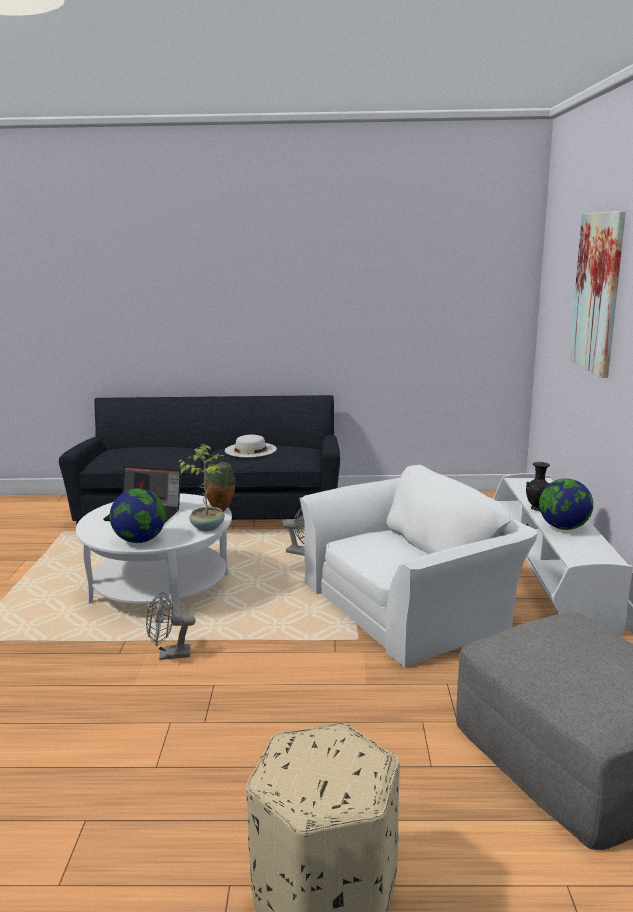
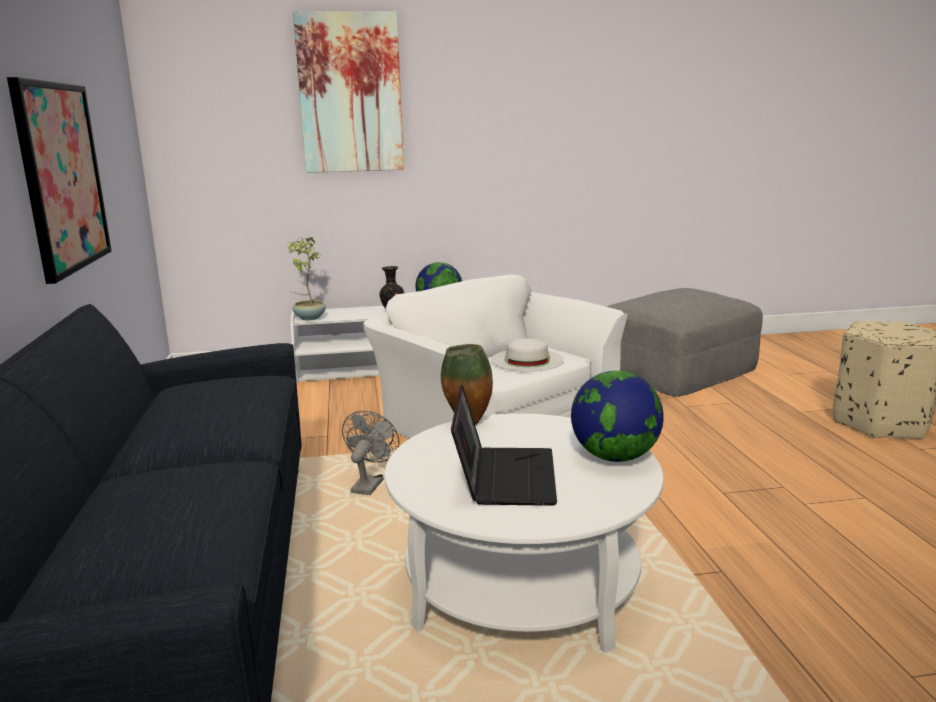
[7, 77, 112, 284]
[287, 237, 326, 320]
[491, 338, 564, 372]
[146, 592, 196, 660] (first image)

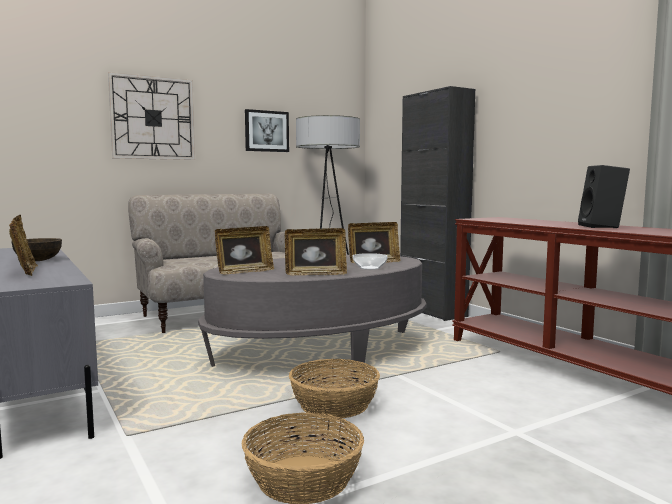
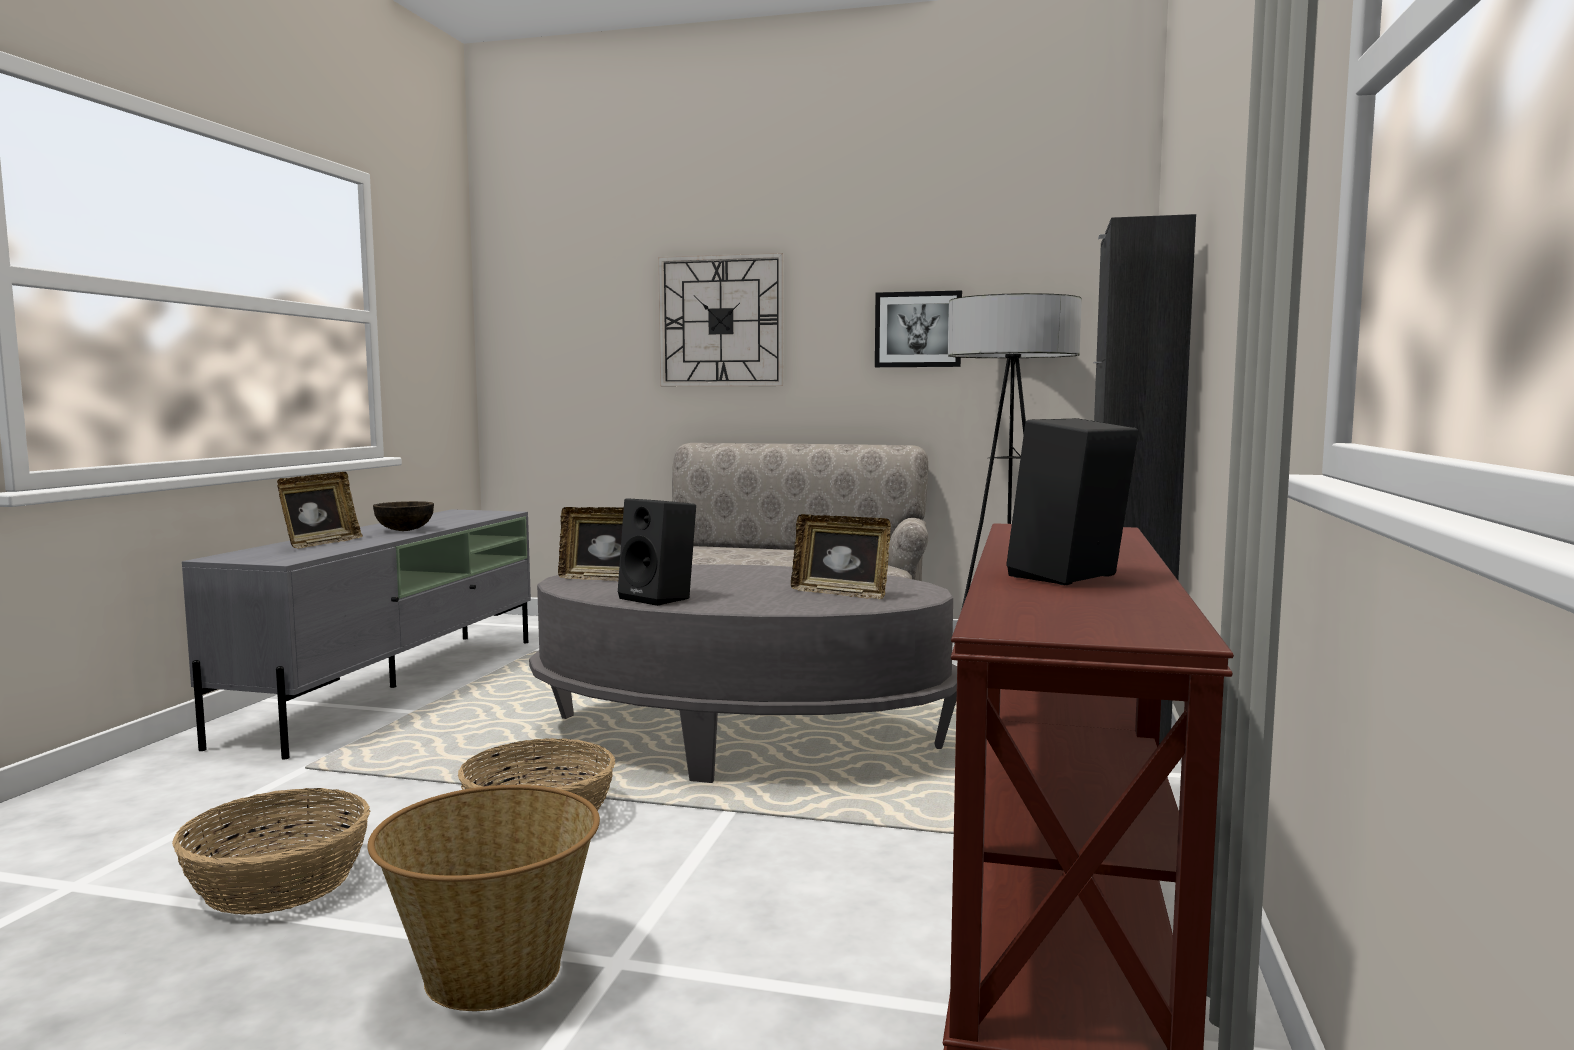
[367, 785, 600, 1011]
[618, 498, 696, 606]
[353, 253, 388, 270] (first image)

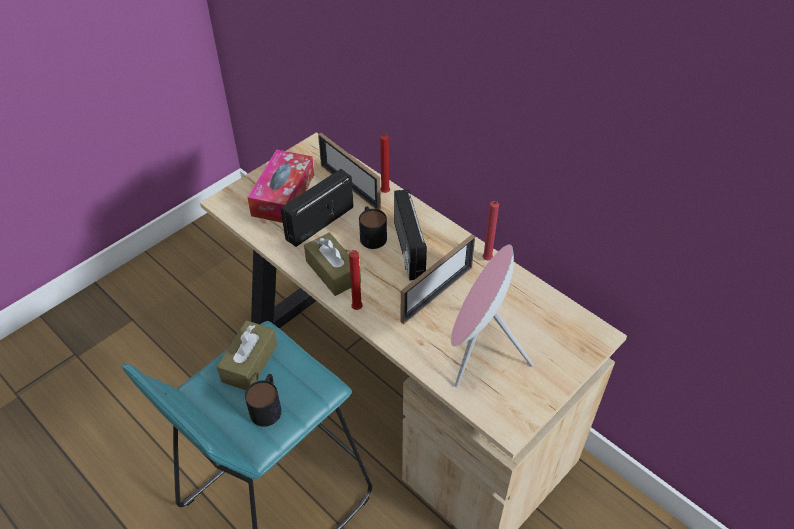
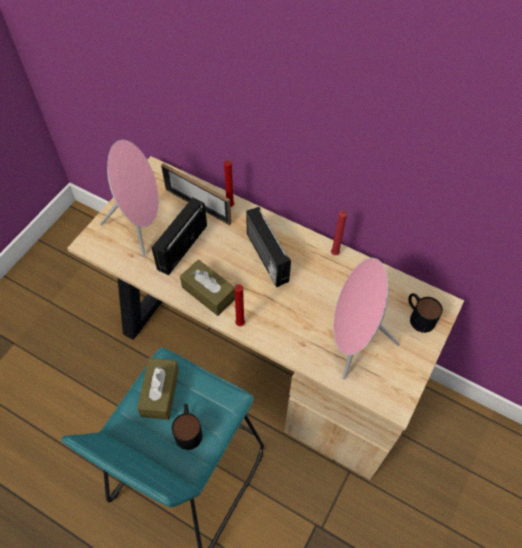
[100, 140, 159, 257]
[408, 293, 443, 333]
[401, 234, 475, 324] (first image)

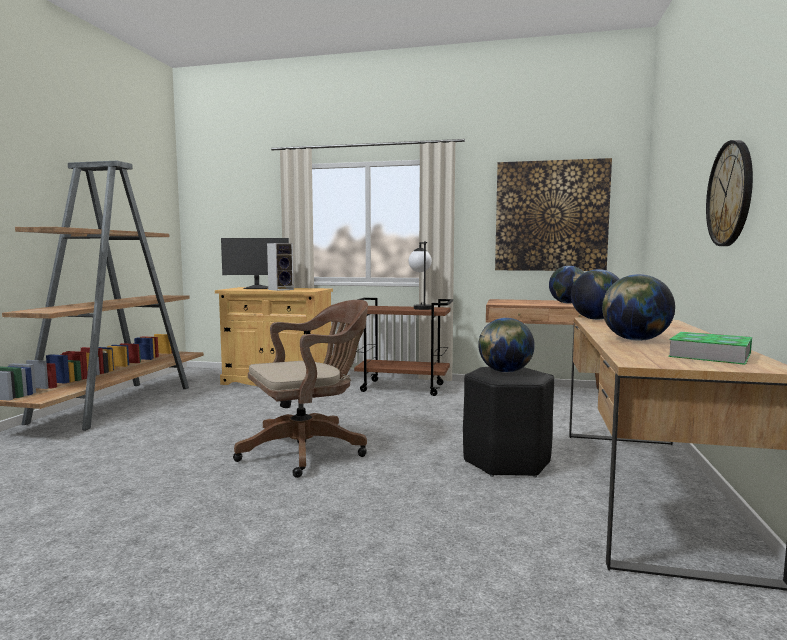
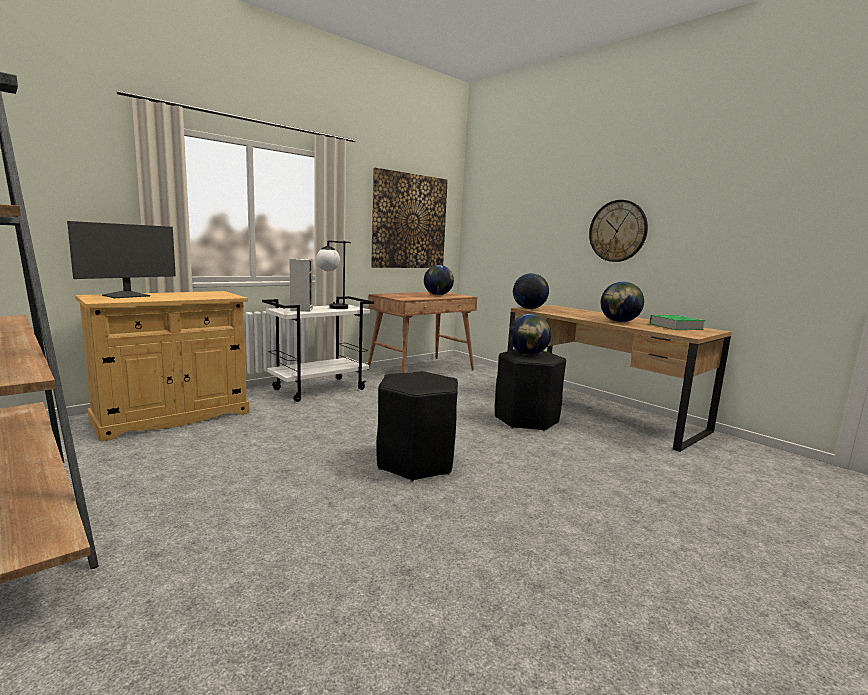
[262, 296, 374, 402]
[289, 259, 313, 312]
[376, 371, 458, 482]

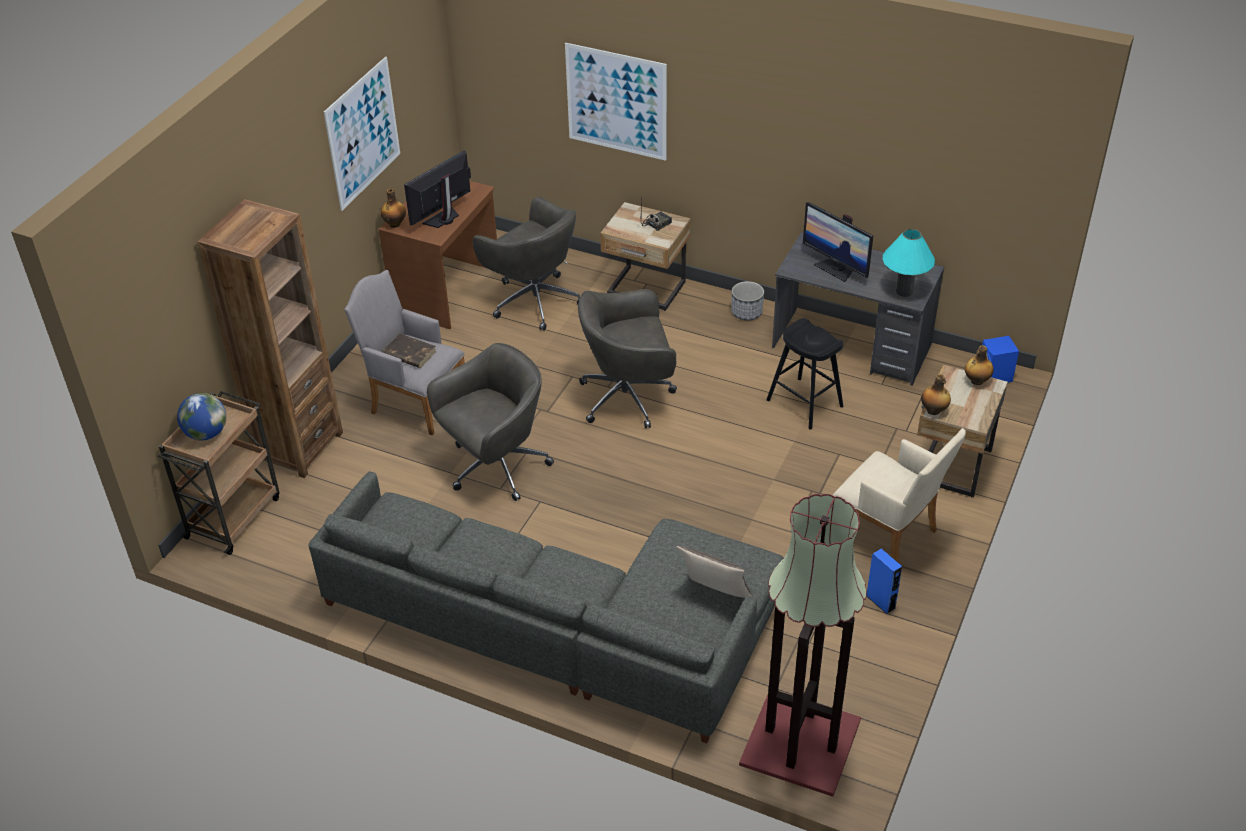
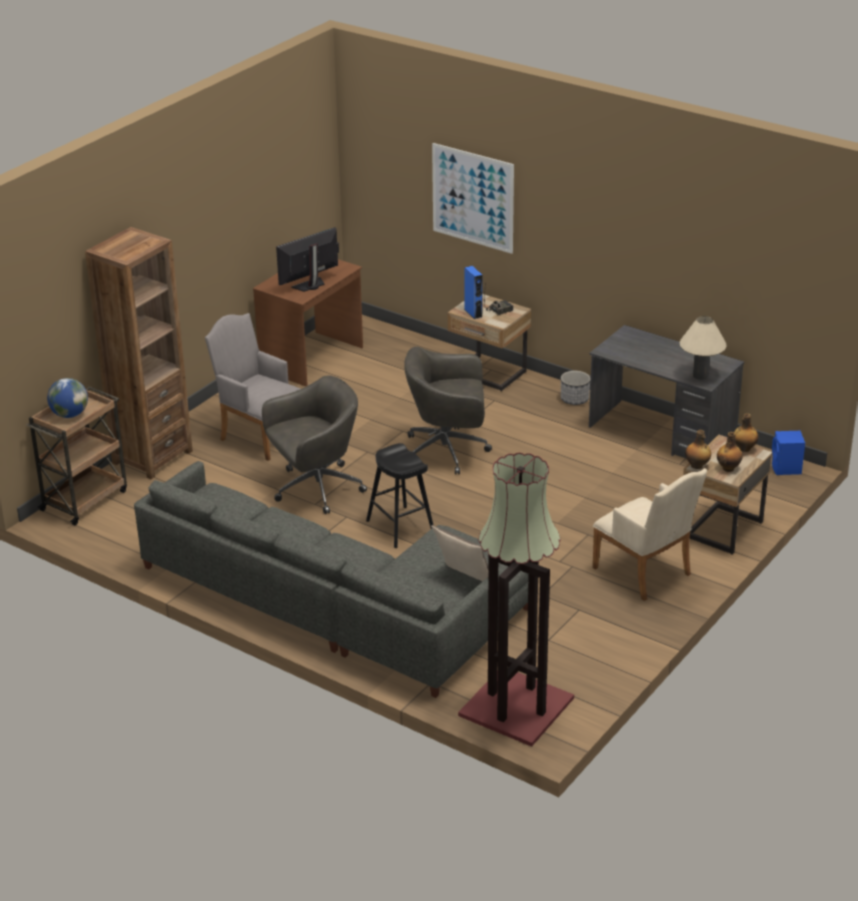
[366, 443, 433, 548]
[464, 266, 483, 319]
[679, 316, 727, 380]
[717, 432, 743, 472]
[324, 57, 400, 211] (first image)
[382, 333, 437, 368] (first image)
[472, 197, 580, 331] (first image)
[803, 202, 873, 282] (first image)

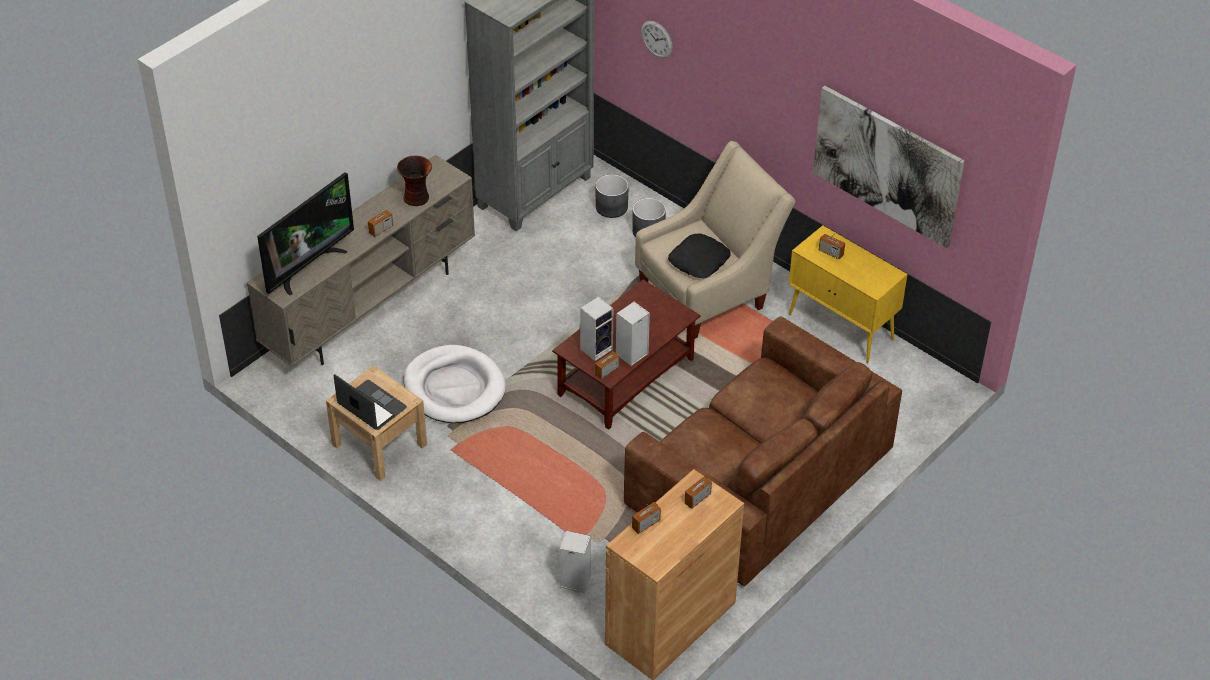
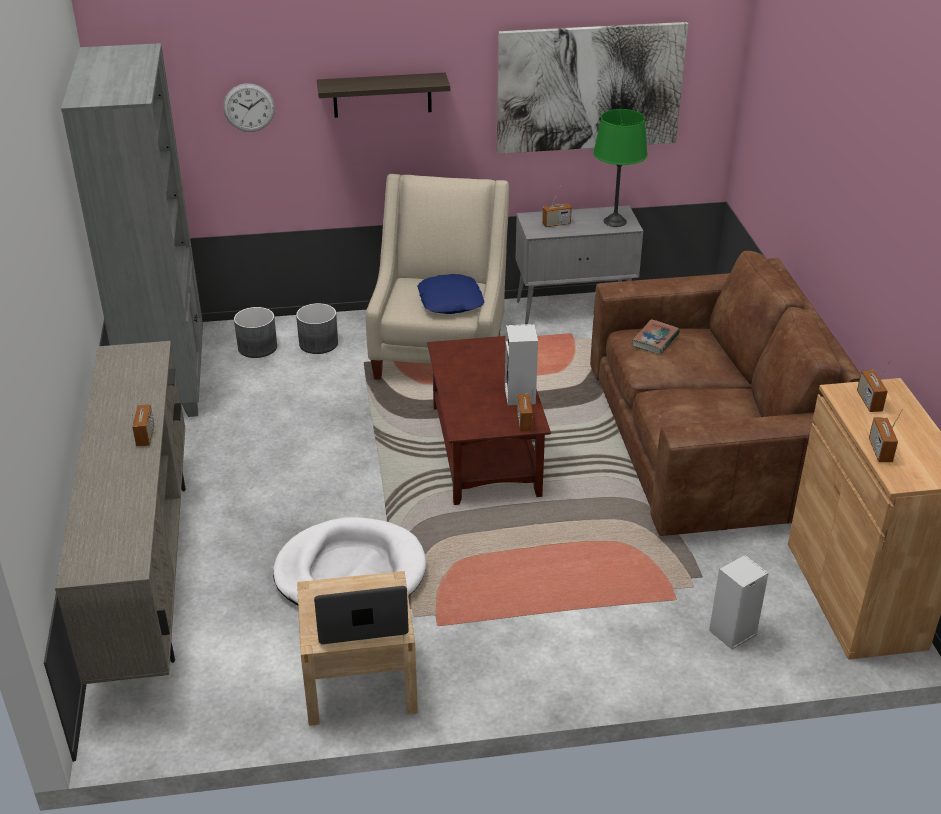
[317, 73, 450, 118]
[417, 274, 484, 314]
[516, 206, 643, 324]
[593, 109, 648, 227]
[632, 319, 680, 354]
[257, 172, 354, 296] (first image)
[397, 155, 432, 206] (first image)
[580, 296, 613, 361] (first image)

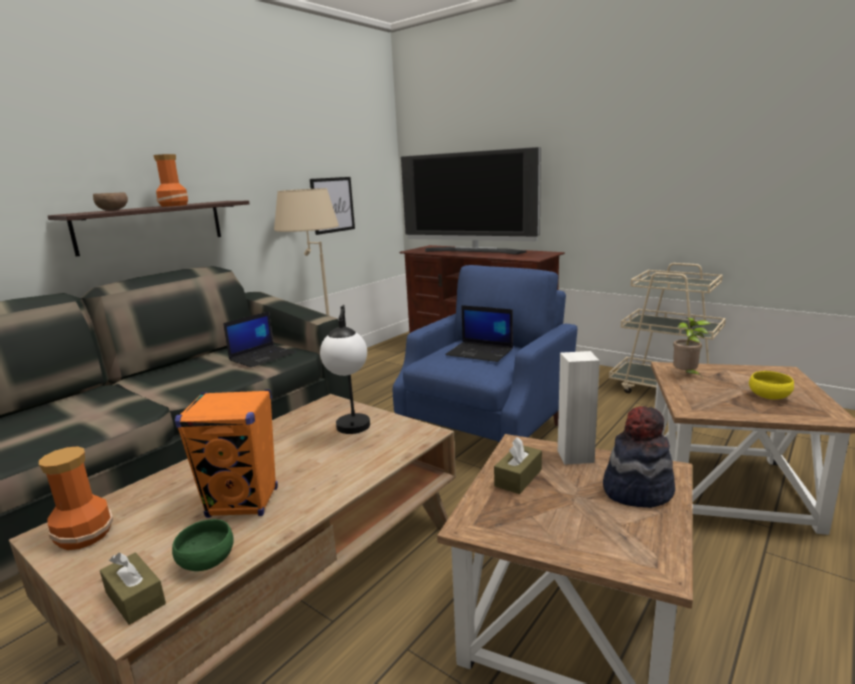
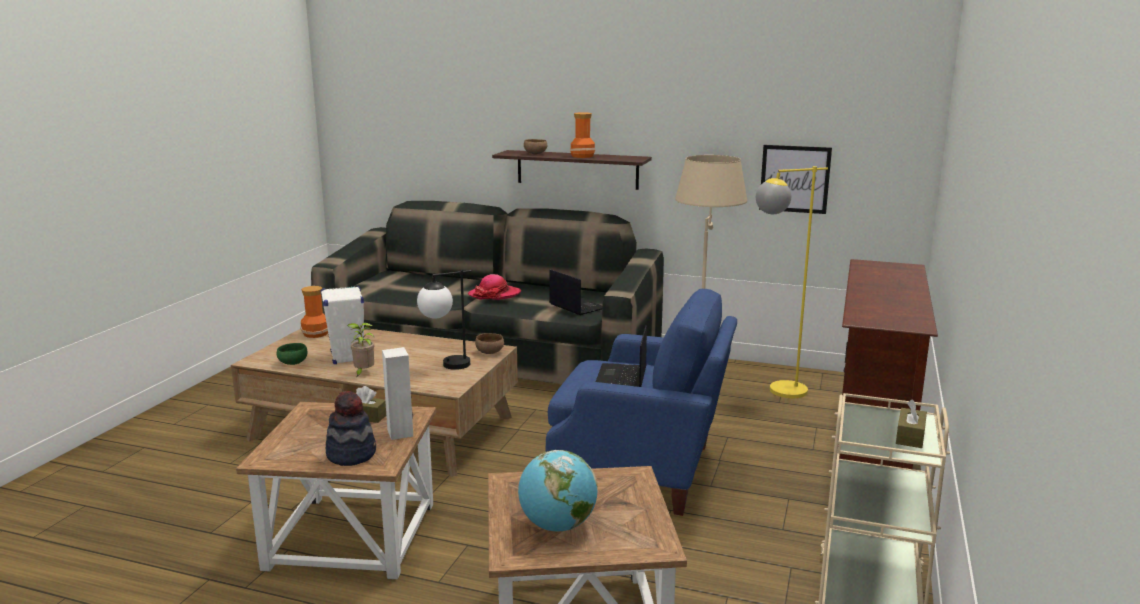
[321, 286, 364, 364]
[347, 322, 374, 378]
[468, 274, 521, 300]
[475, 333, 504, 354]
[518, 450, 597, 532]
[549, 269, 602, 315]
[756, 166, 828, 398]
[896, 399, 927, 448]
[401, 147, 541, 255] (first image)

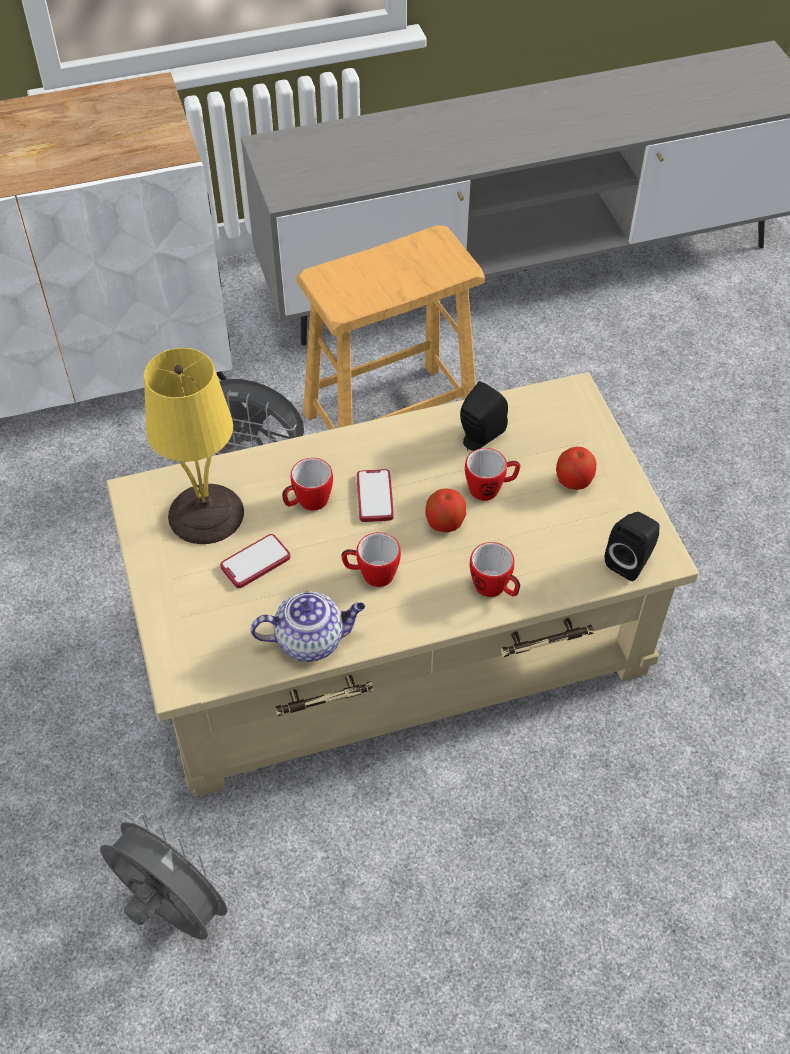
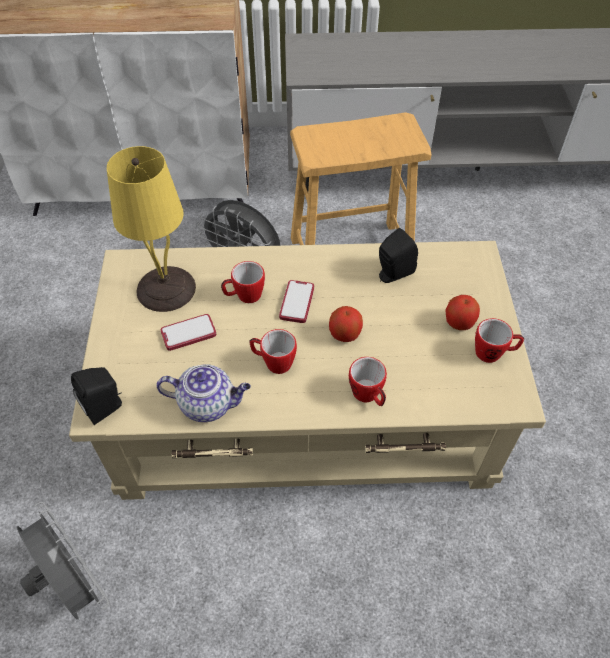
[71, 367, 122, 425]
[475, 318, 524, 363]

